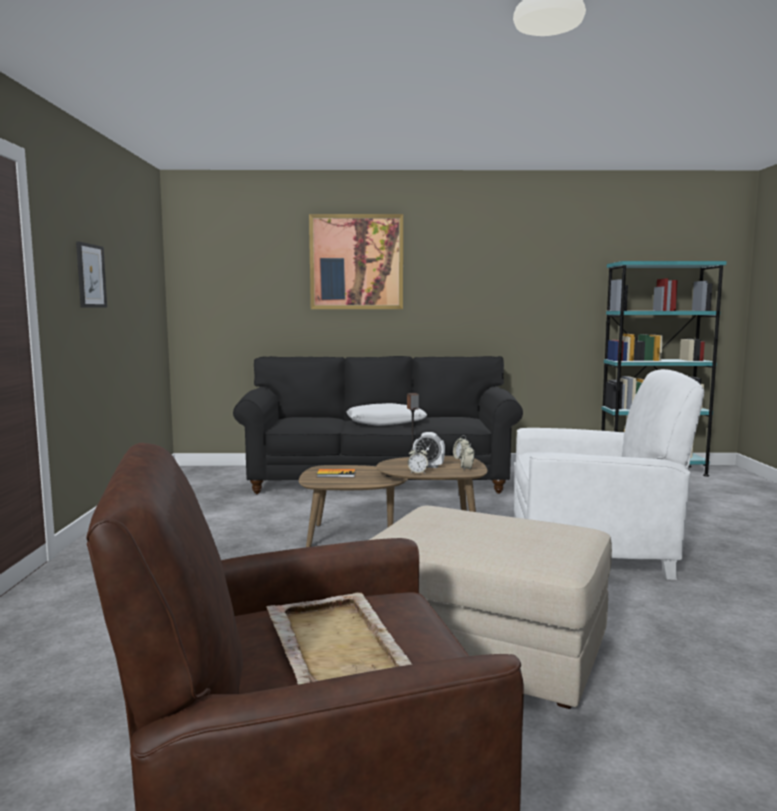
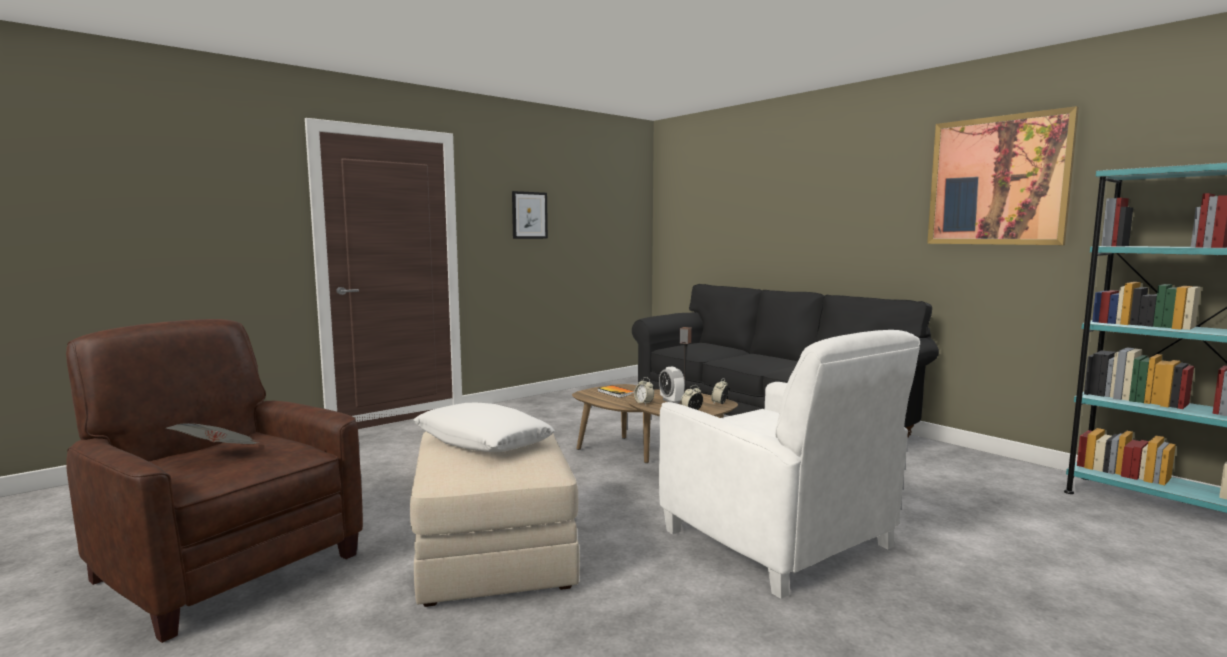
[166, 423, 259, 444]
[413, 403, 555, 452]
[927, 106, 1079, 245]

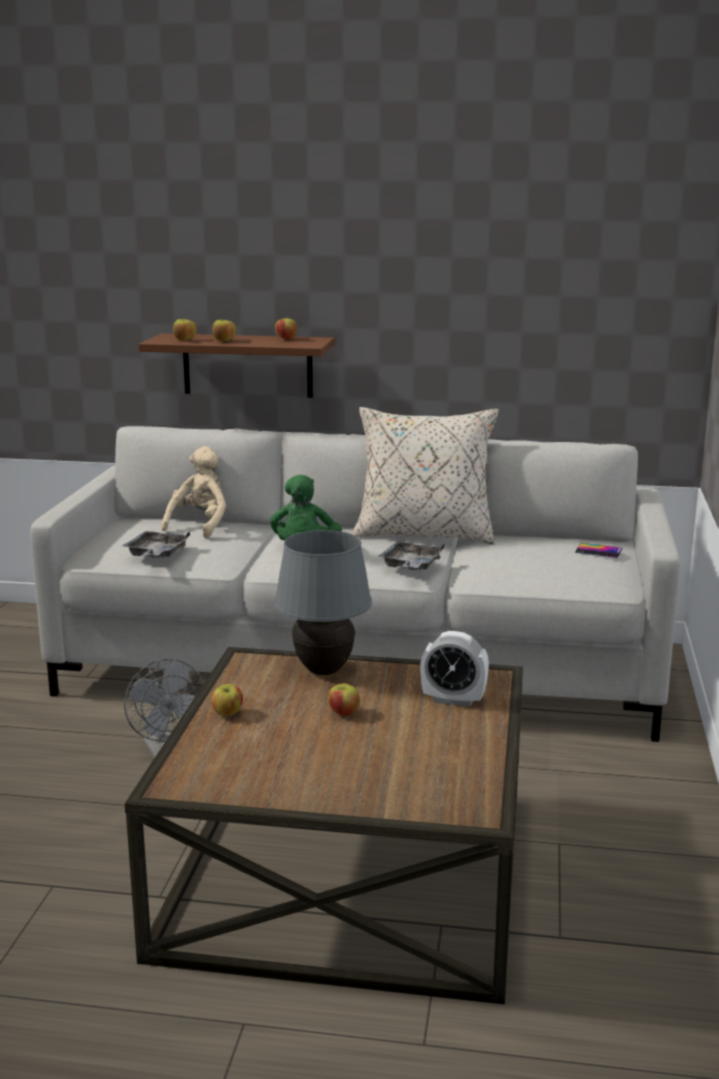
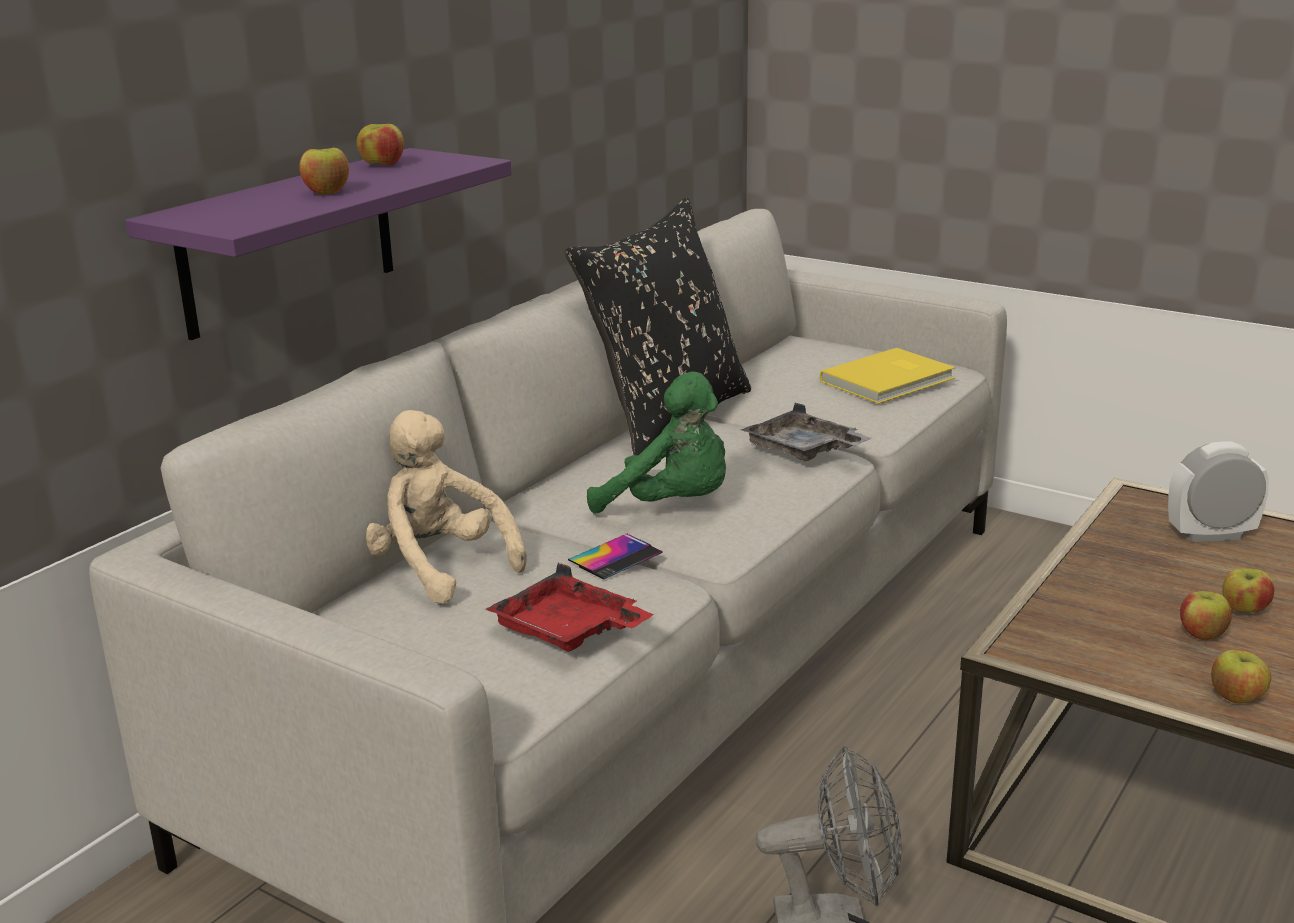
[125, 148, 512, 340]
[486, 563, 654, 652]
[565, 197, 751, 455]
[568, 534, 663, 580]
[820, 348, 956, 404]
[1168, 442, 1269, 542]
[1180, 591, 1232, 640]
[274, 530, 372, 675] (first image)

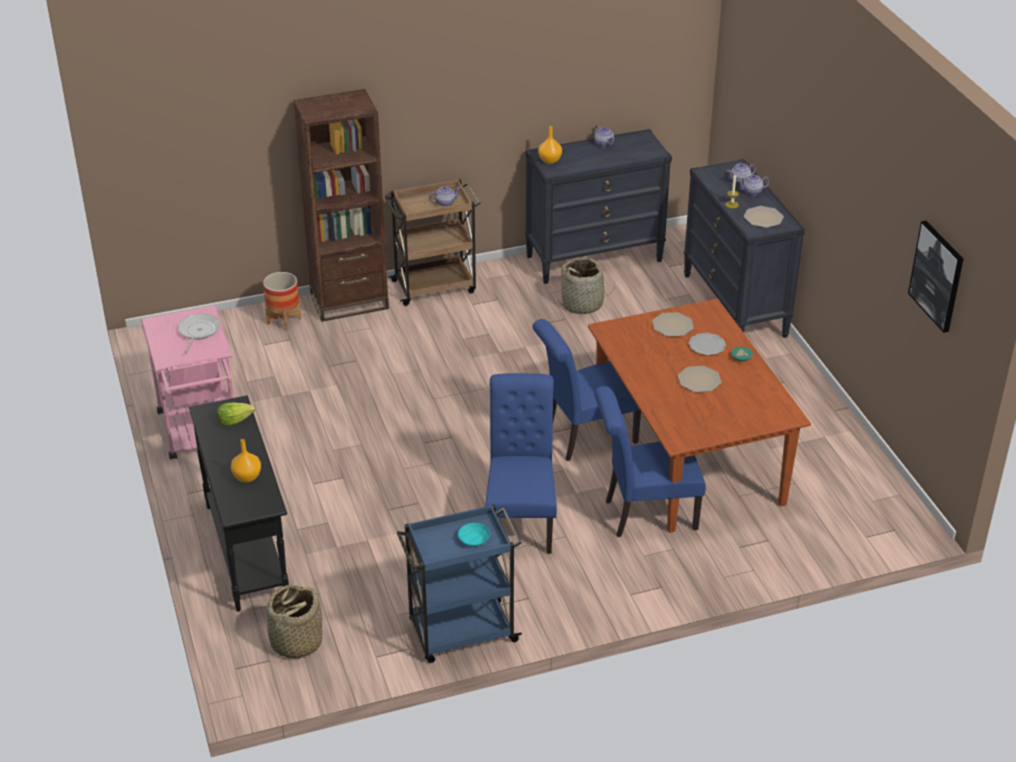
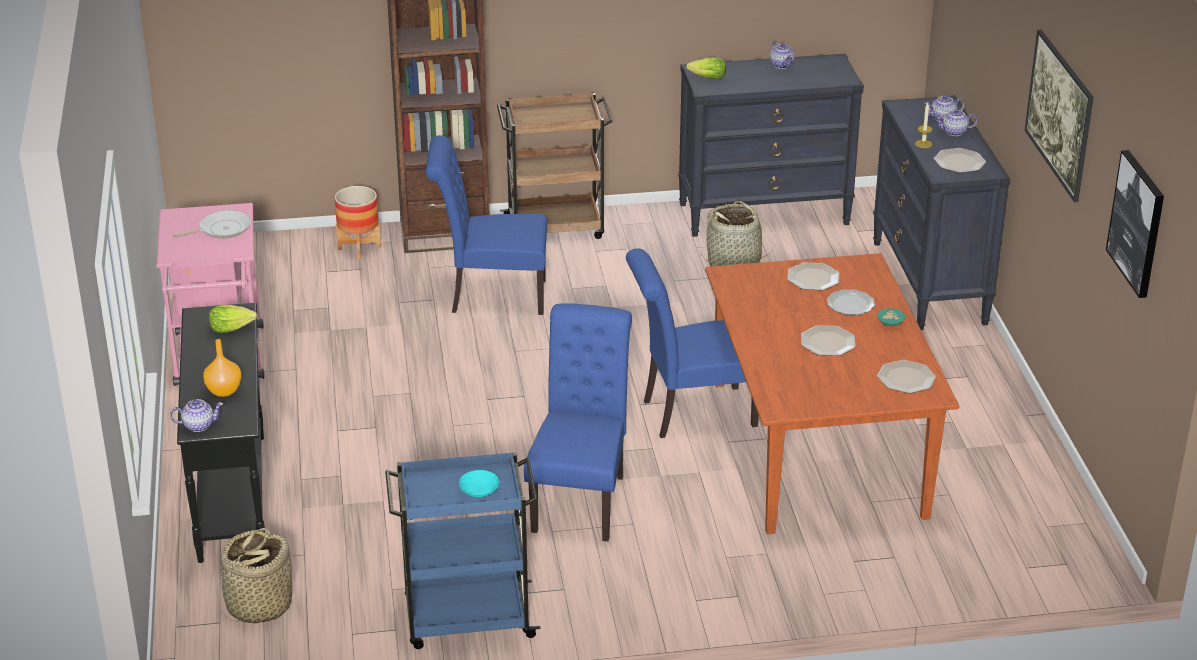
[170, 399, 223, 432]
[172, 210, 251, 239]
[426, 135, 547, 315]
[686, 57, 726, 80]
[877, 360, 936, 393]
[1025, 29, 1094, 202]

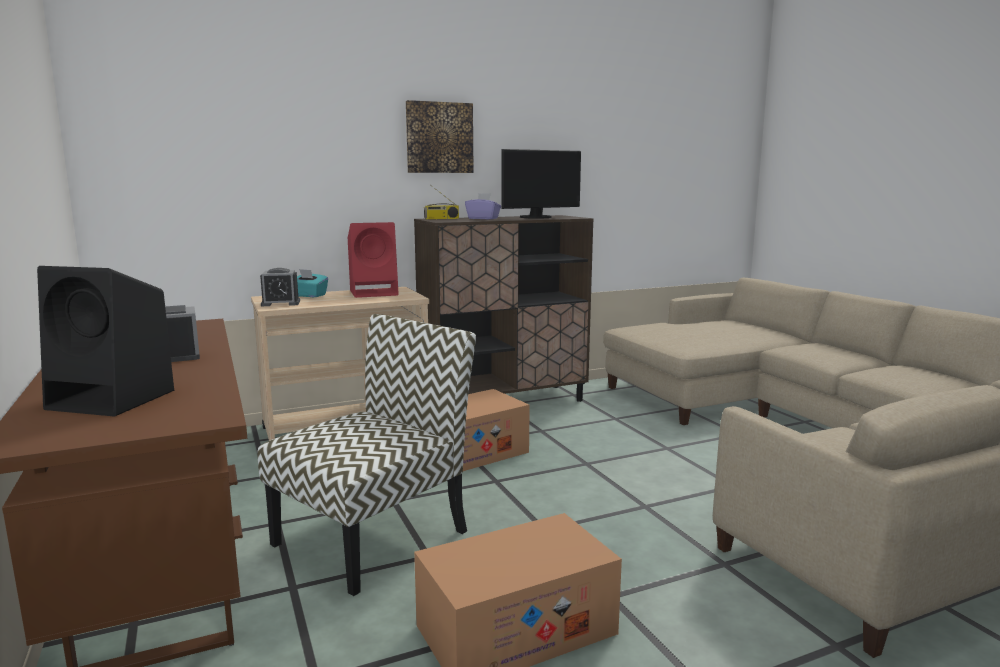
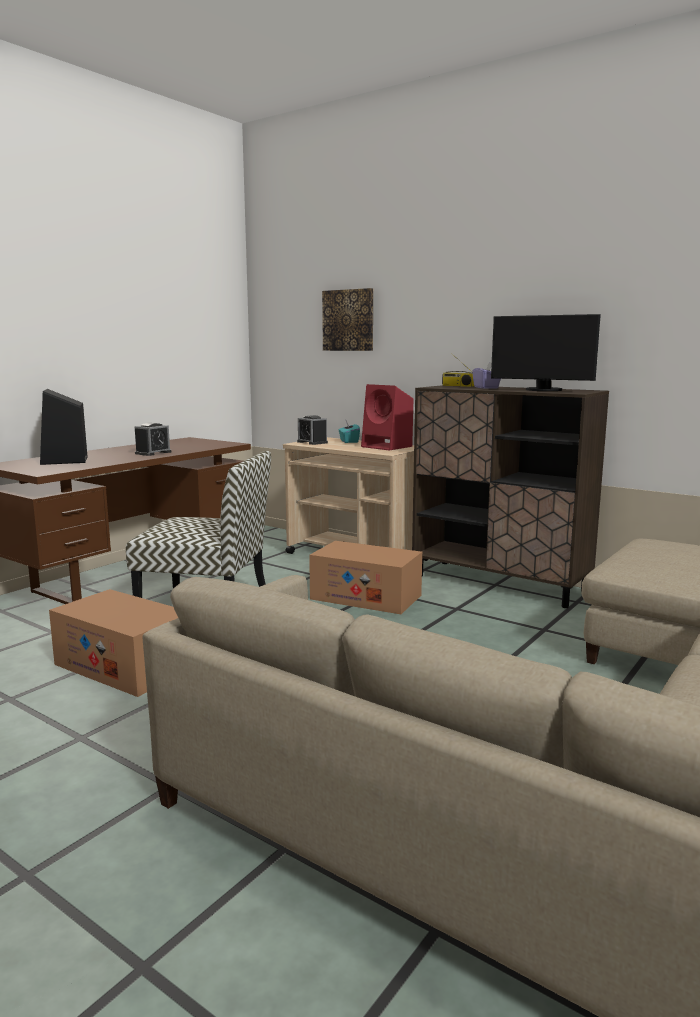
[322, 288, 373, 351]

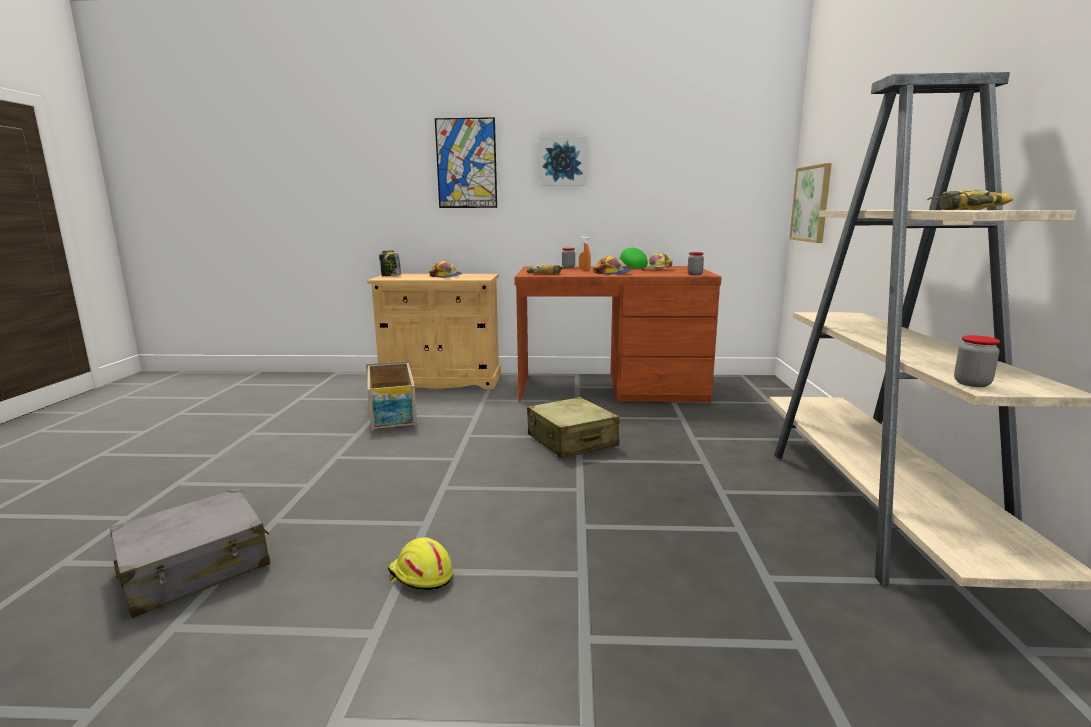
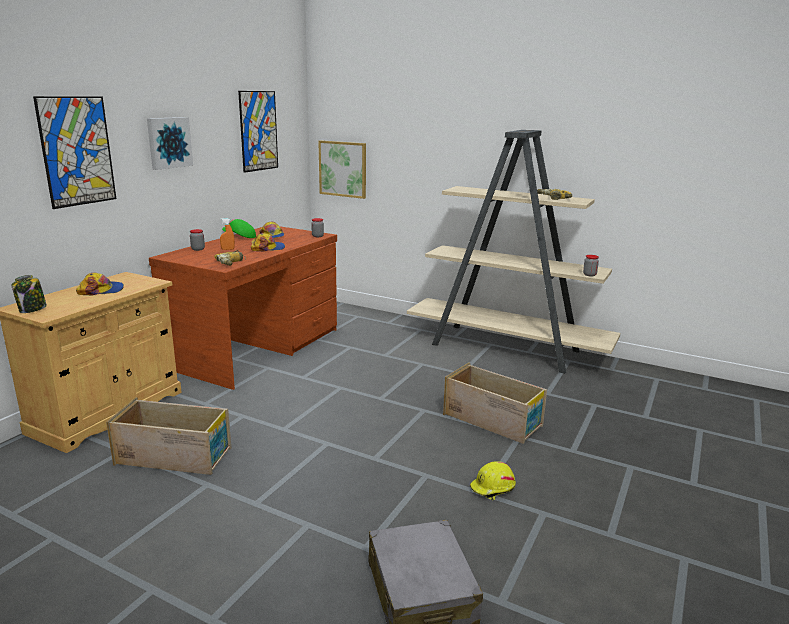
[238, 91, 278, 173]
[443, 362, 547, 444]
[527, 397, 619, 458] (first image)

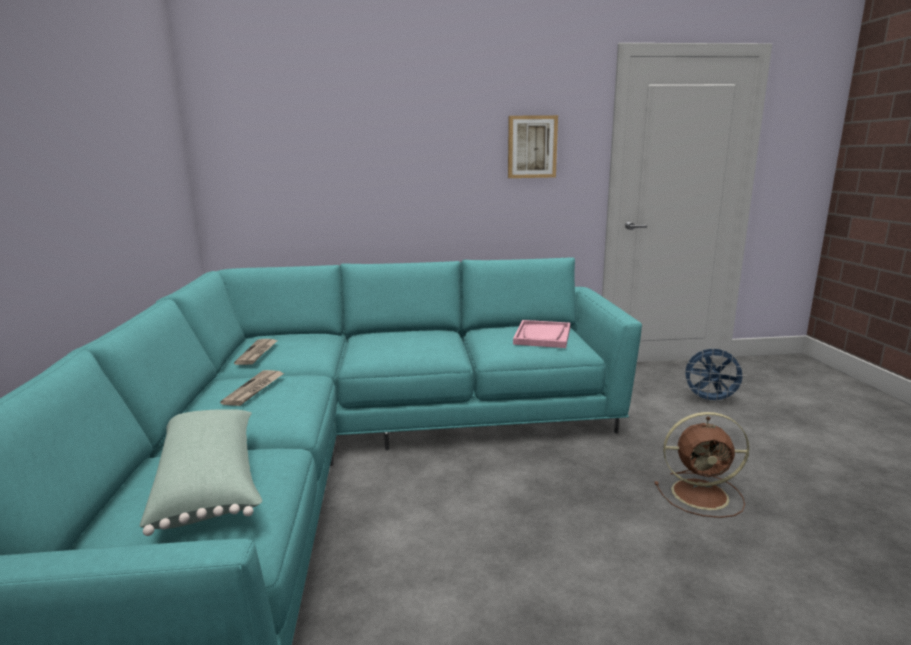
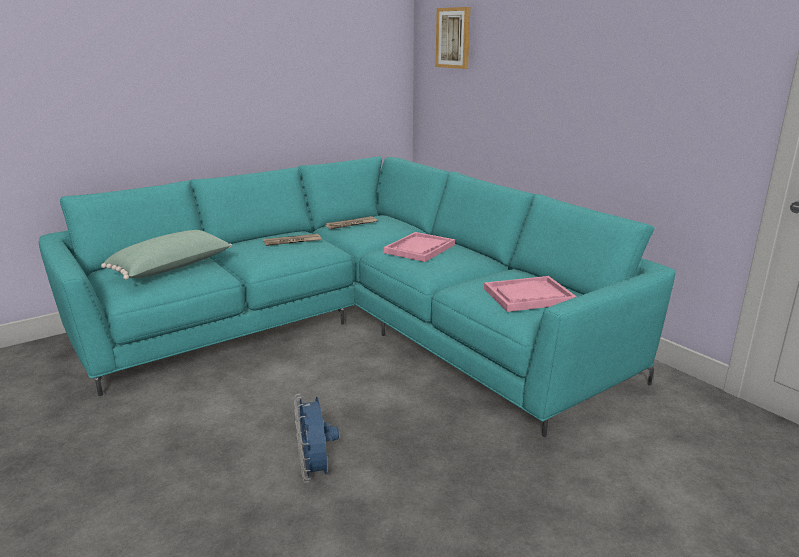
[294, 394, 339, 483]
[384, 232, 455, 262]
[436, 7, 470, 69]
[654, 412, 749, 518] (first image)

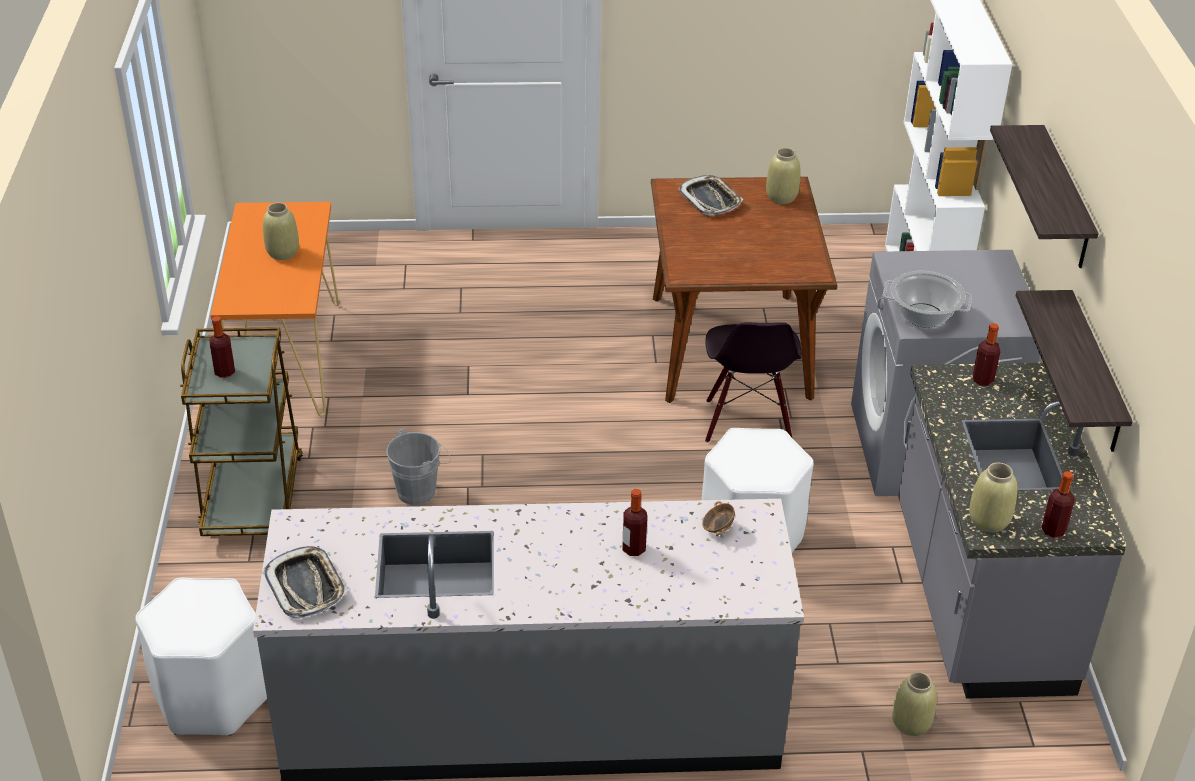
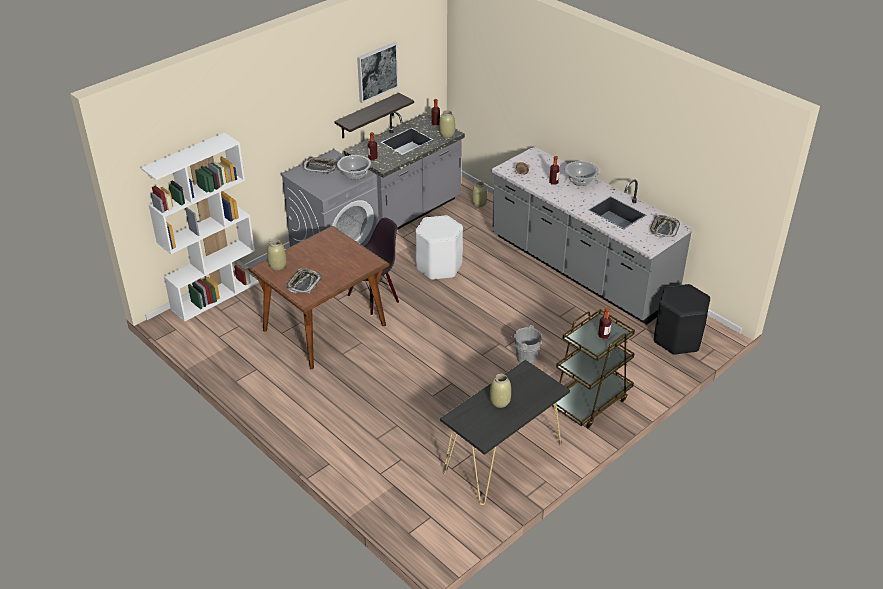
[303, 157, 337, 174]
[357, 42, 399, 103]
[440, 360, 570, 505]
[565, 161, 599, 186]
[654, 284, 710, 355]
[990, 125, 1099, 268] (first image)

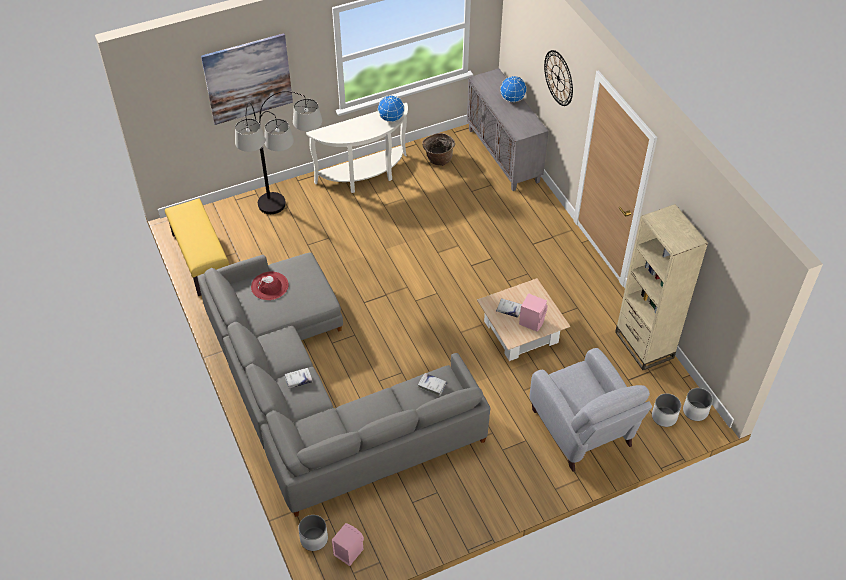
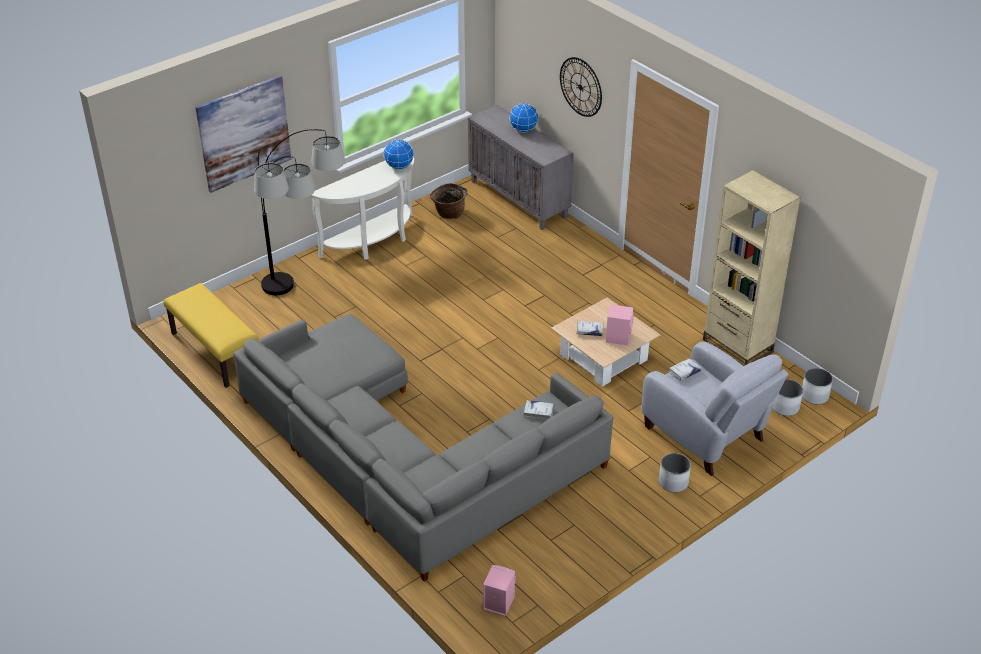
[659, 453, 691, 492]
[669, 358, 701, 381]
[251, 272, 289, 300] (first image)

